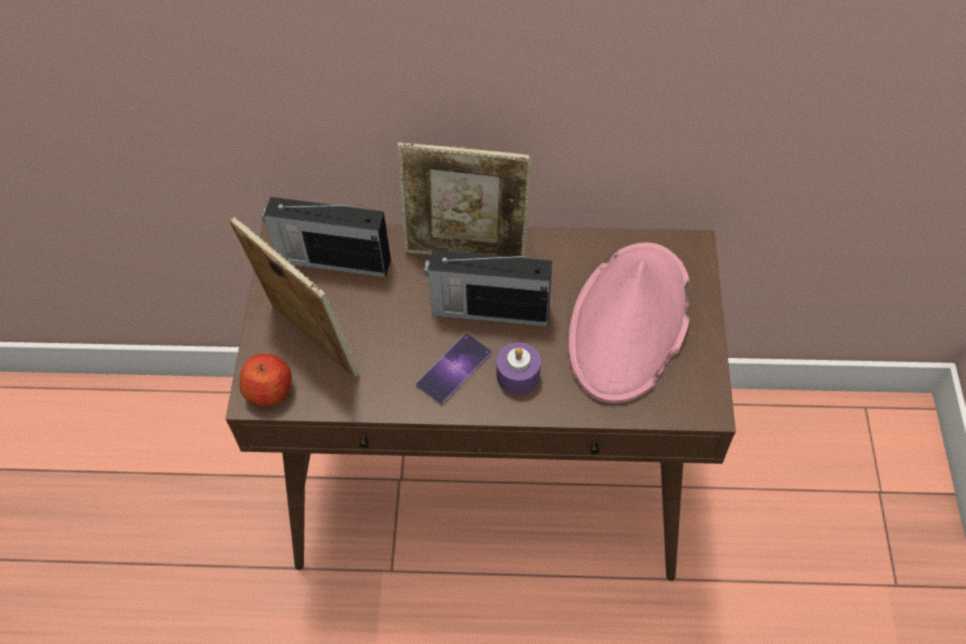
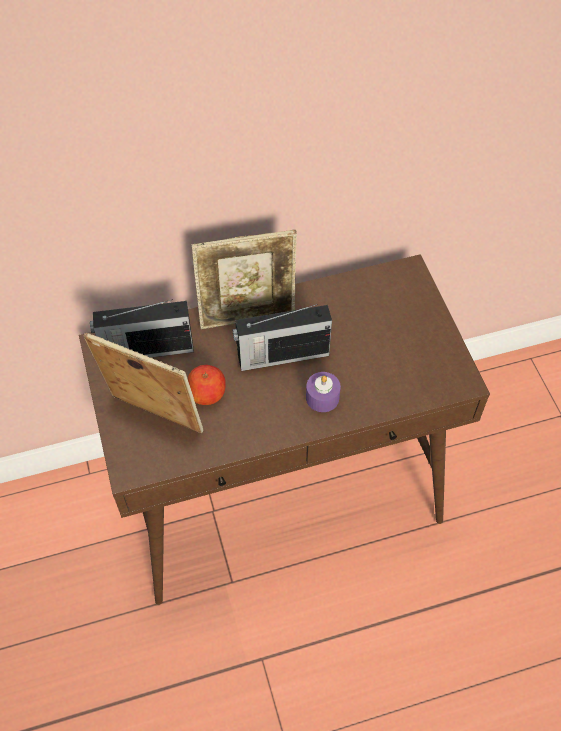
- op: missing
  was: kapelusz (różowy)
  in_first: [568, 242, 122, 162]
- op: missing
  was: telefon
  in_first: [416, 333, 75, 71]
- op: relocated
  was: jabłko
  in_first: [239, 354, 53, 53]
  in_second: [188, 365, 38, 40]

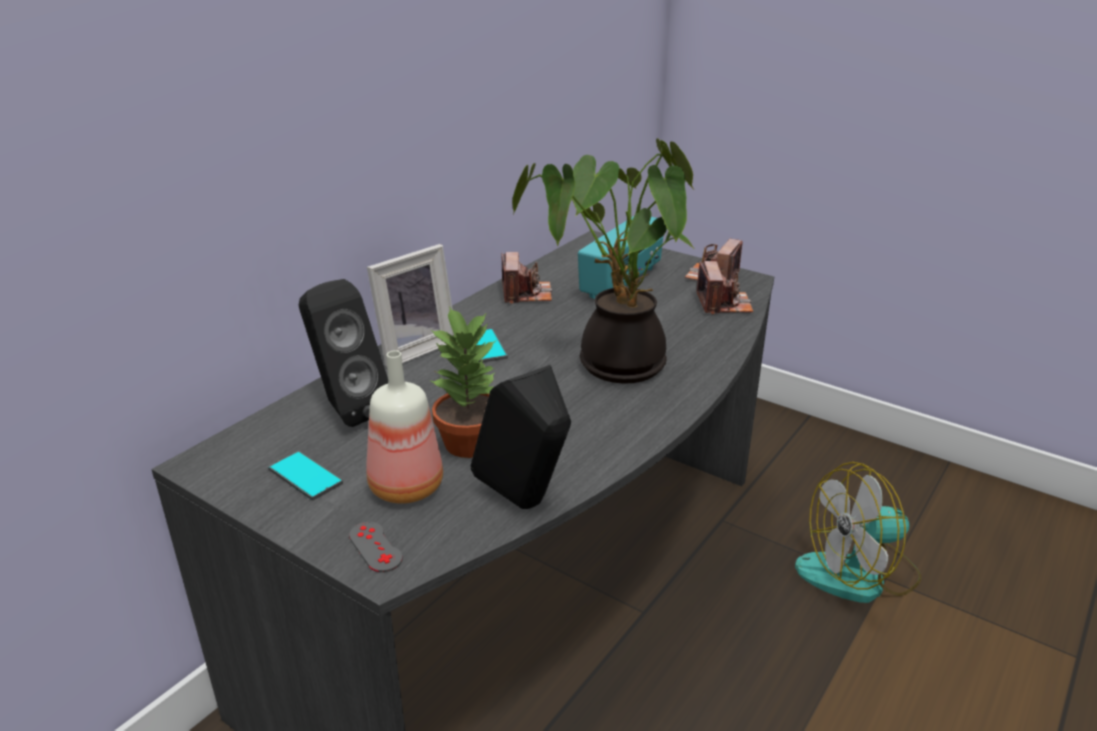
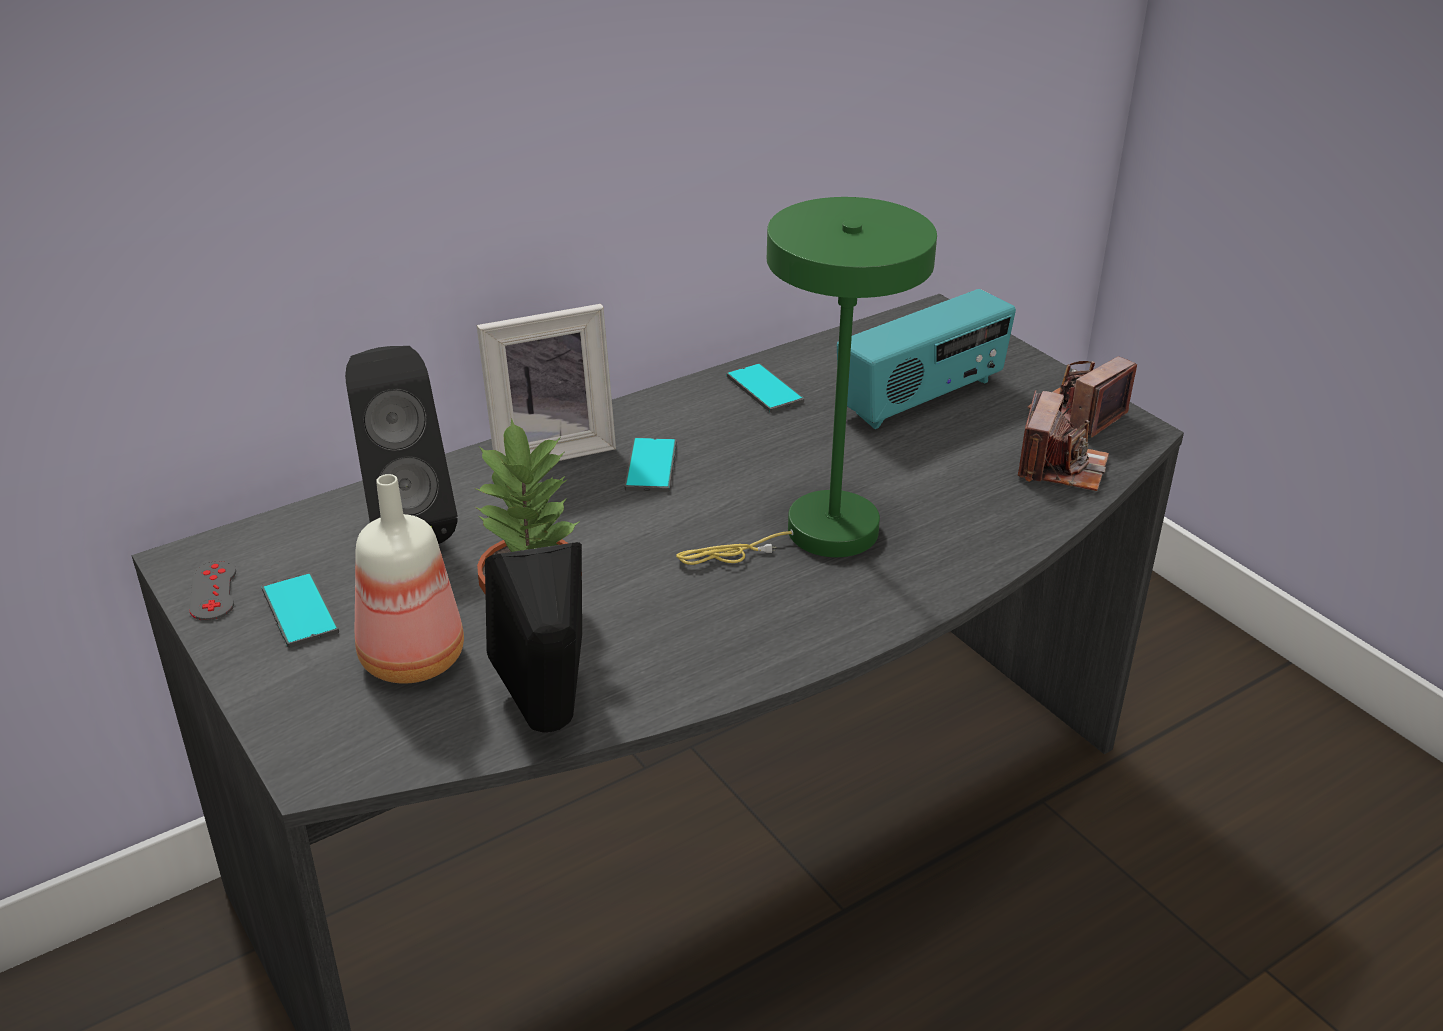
- op: exchanged
  was: roślina doniczkowa
  now: lampa stołowa (zielony)
  in_first: [512, 138, 184, 246]
  in_second: [676, 197, 261, 368]
- op: exchanged
  was: aparat fotograficzny
  now: telefon
  in_first: [501, 252, 51, 52]
  in_second: [727, 363, 77, 50]
- op: missing
  was: wentylator
  in_first: [795, 462, 126, 141]
- op: relocated
  was: pad do gier (szary)
  in_first: [349, 522, 54, 50]
  in_second: [189, 560, 47, 61]

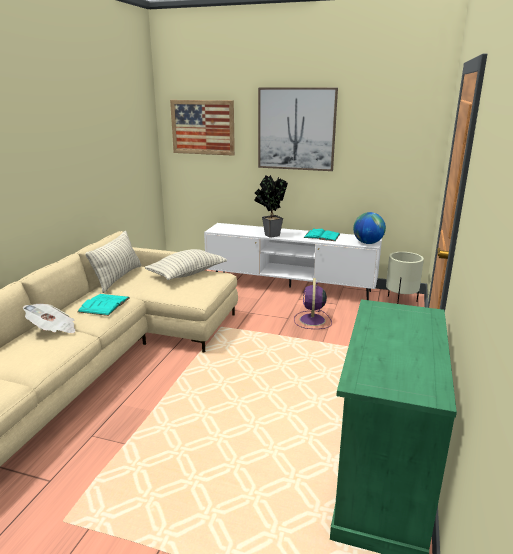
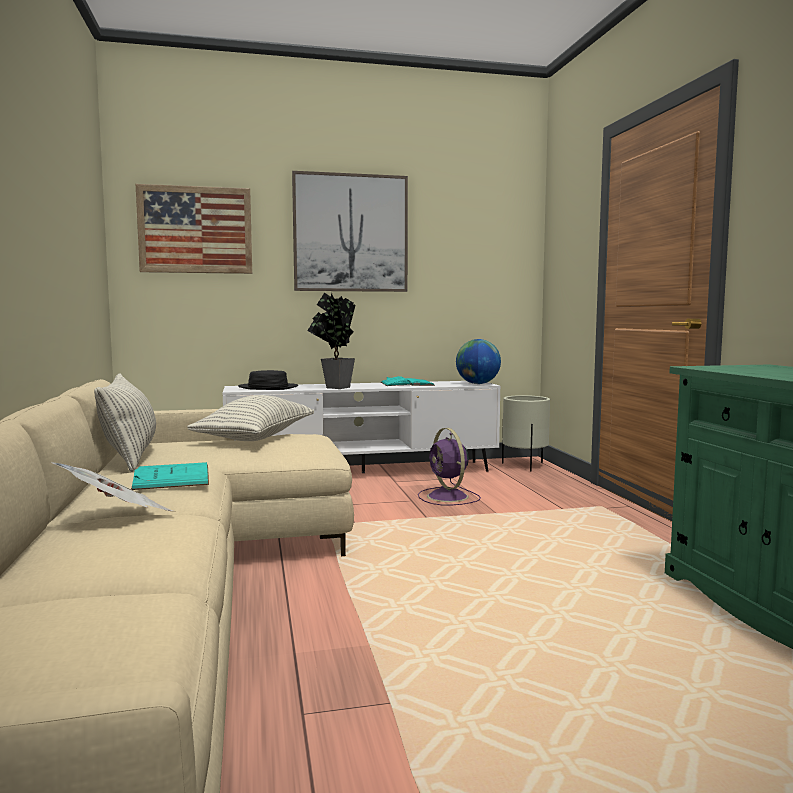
- op: appeared
  now: kapelusz (czarny)
  in_second: [238, 370, 60, 20]

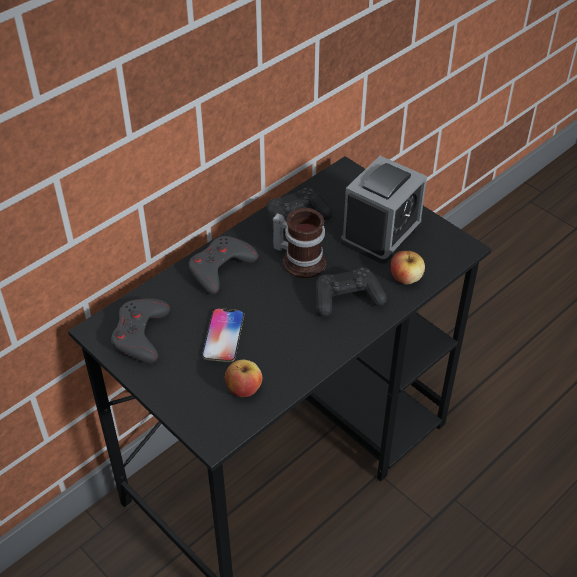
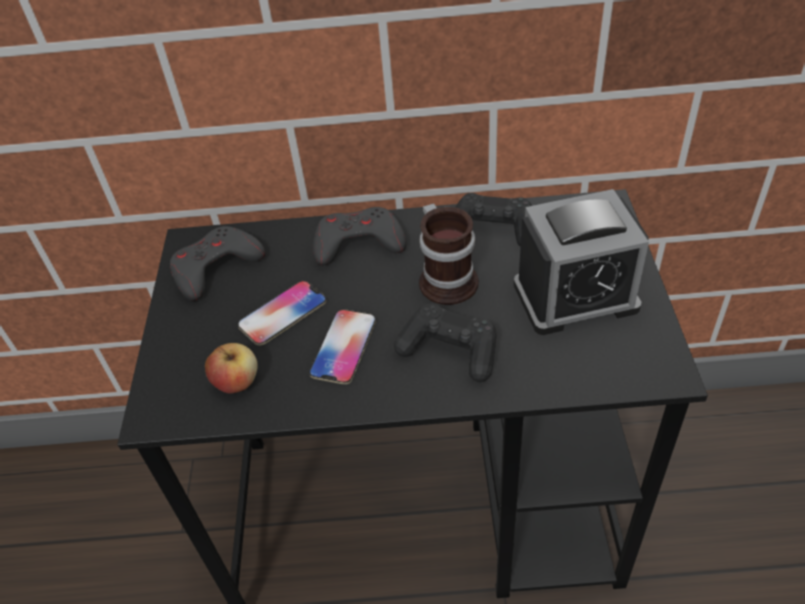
- op: missing
  was: jabłko
  in_first: [391, 250, 34, 34]
- op: appeared
  now: telefon
  in_second: [309, 309, 67, 75]

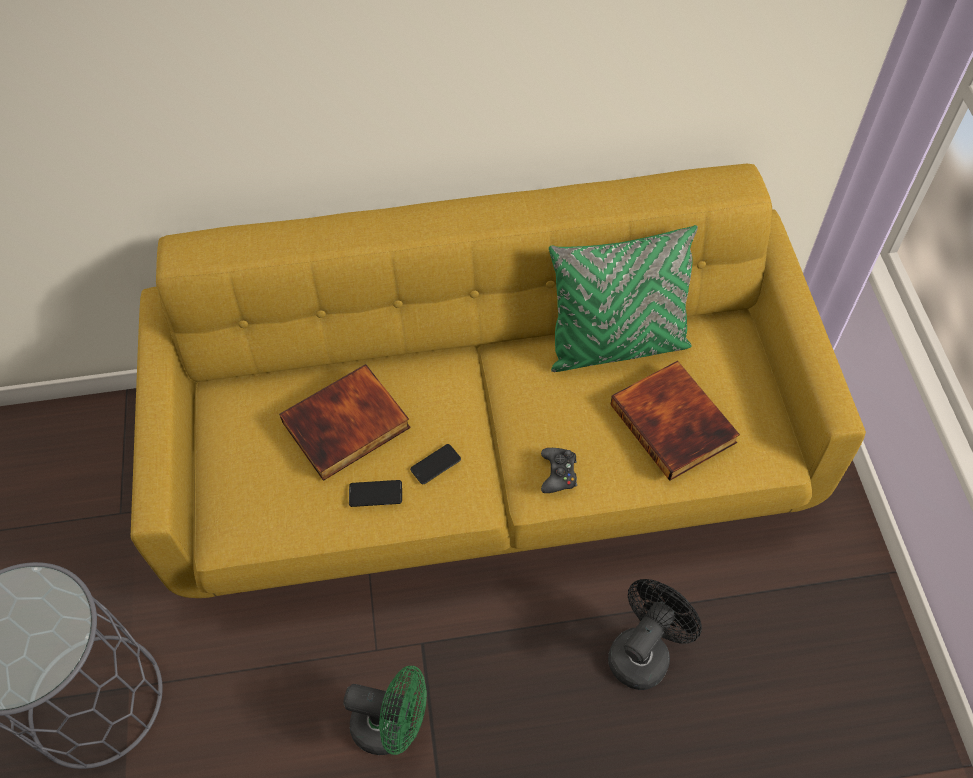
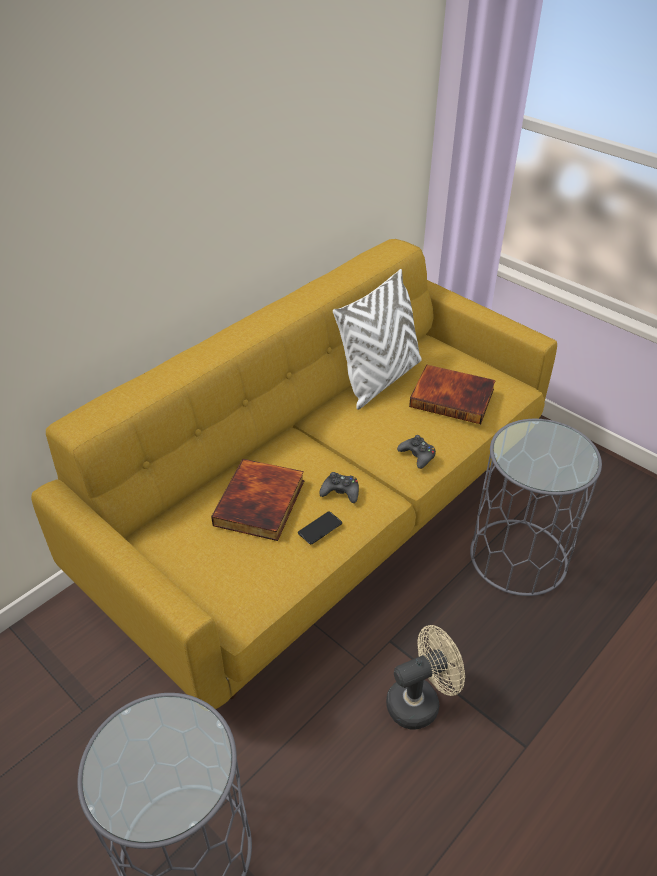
- op: colour
  was: poduszka (zielony)
  now: poduszka (biały)
  in_first: [549, 225, 149, 147]
  in_second: [333, 269, 89, 141]
- op: exchanged
  was: telefon
  now: pad do gier (czarny)
  in_first: [410, 444, 51, 40]
  in_second: [319, 472, 40, 31]
- op: exchanged
  was: wentylator (czarny)
  now: stolik (szary)
  in_first: [608, 579, 94, 111]
  in_second: [470, 419, 132, 177]
- op: colour
  was: wentylator (zielony)
  now: wentylator (beżowy)
  in_first: [343, 666, 84, 89]
  in_second: [386, 625, 79, 105]

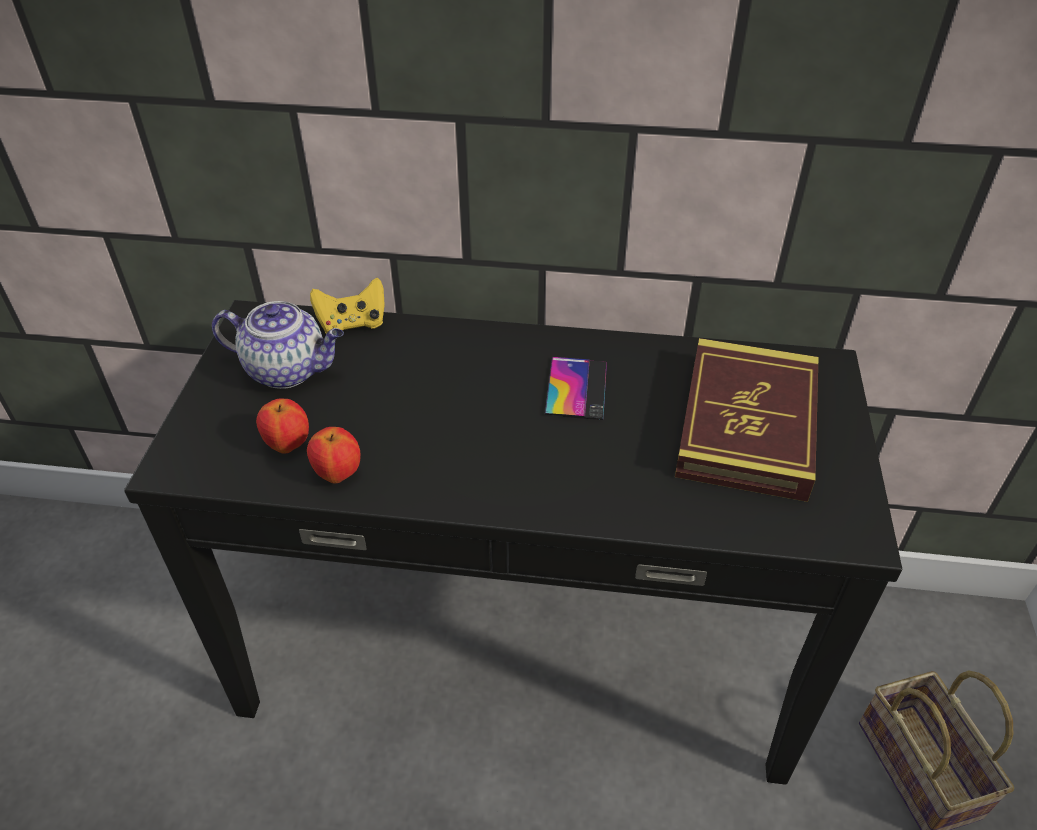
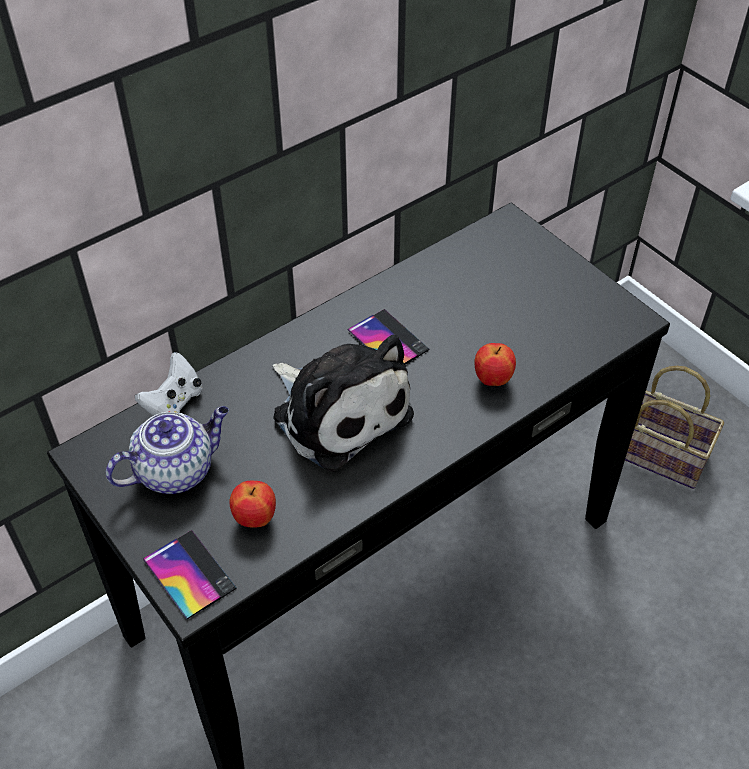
- op: colour
  was: pad do gier (żółty)
  now: pad do gier (biały)
  in_first: [310, 278, 75, 56]
  in_second: [135, 352, 67, 64]
- op: missing
  was: książka
  in_first: [675, 338, 144, 164]
- op: relocated
  was: jabłko
  in_first: [307, 427, 53, 57]
  in_second: [475, 343, 41, 43]
- op: appeared
  now: pluszak
  in_second: [273, 334, 141, 138]
- op: appeared
  now: telefon
  in_second: [143, 530, 94, 89]

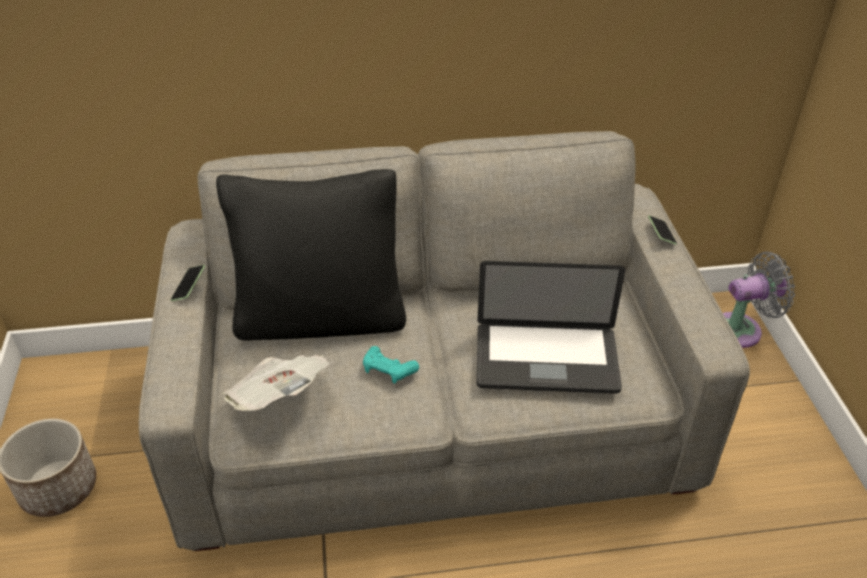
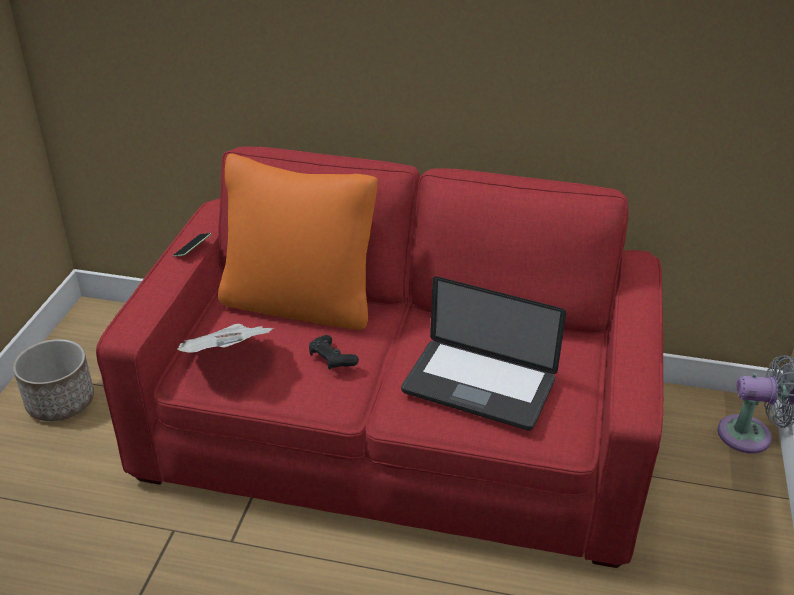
- op: colour
  was: kanapa (szary)
  now: kanapa (czerwony)
  in_first: [139, 131, 611, 420]
  in_second: [96, 146, 567, 422]
- op: colour
  was: poduszka (czarny)
  now: poduszka (pomarańczowy)
  in_first: [216, 169, 190, 172]
  in_second: [218, 154, 160, 176]
- op: missing
  was: telefon
  in_first: [648, 216, 29, 29]
- op: colour
  was: pad do gier (turkusowy)
  now: pad do gier (czarny)
  in_first: [363, 346, 56, 38]
  in_second: [309, 335, 50, 35]

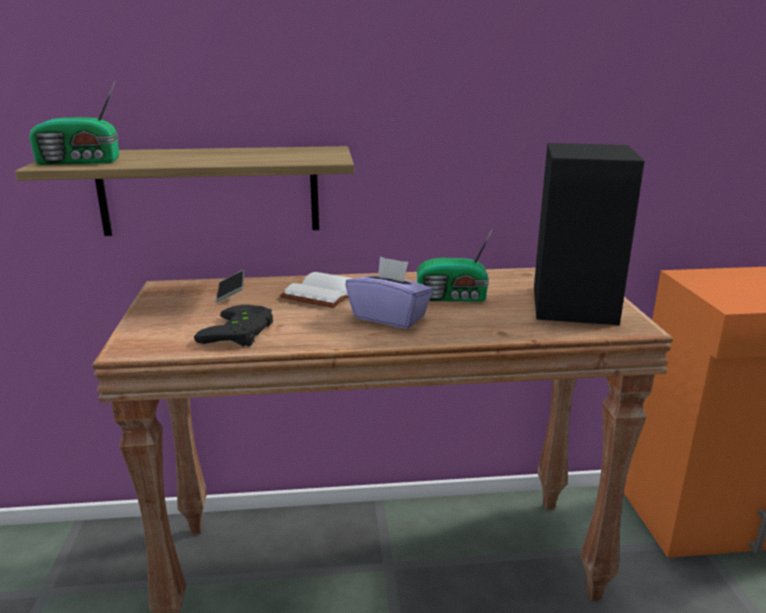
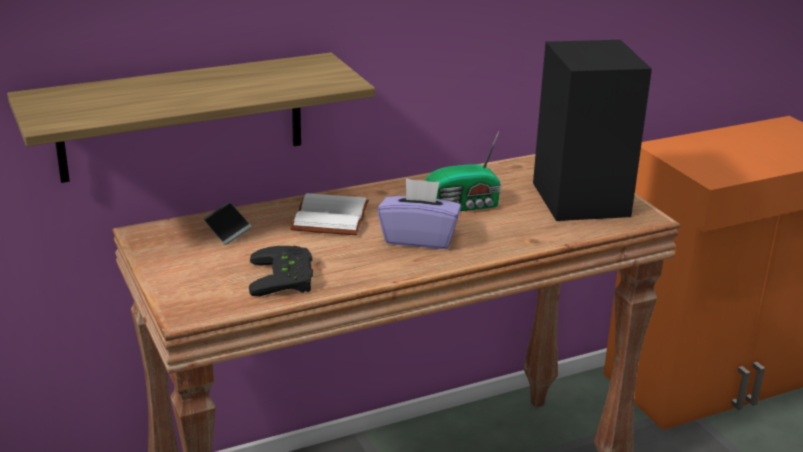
- op: missing
  was: radio
  in_first: [29, 81, 90, 84]

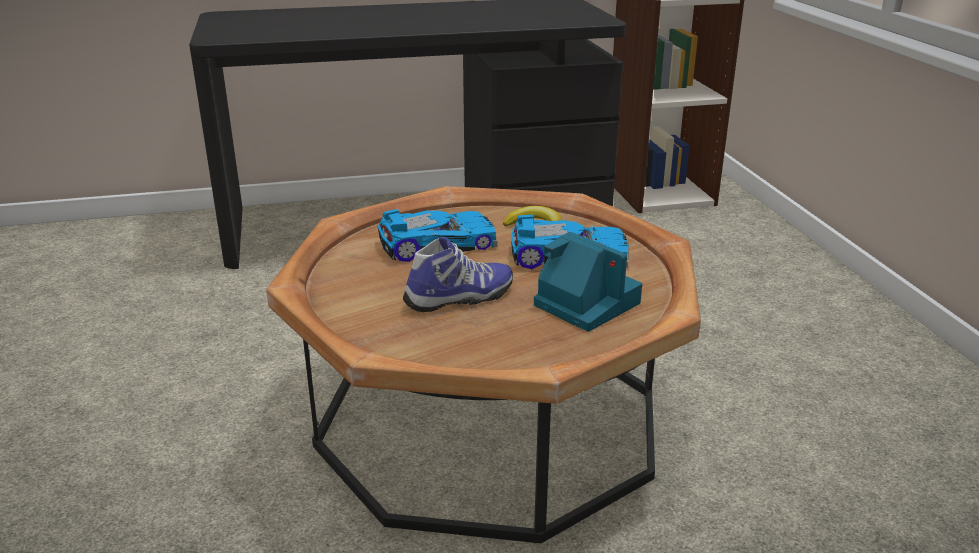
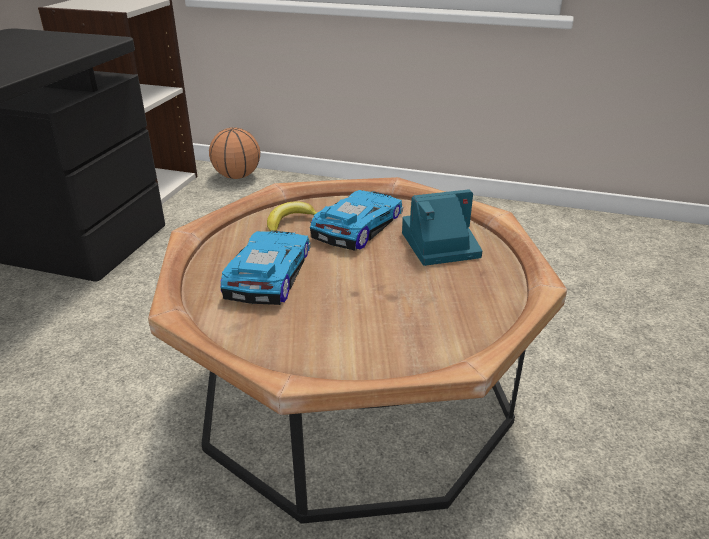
- op: missing
  was: but
  in_first: [403, 237, 110, 75]
- op: appeared
  now: piłka do koszykówki
  in_second: [209, 127, 51, 52]

